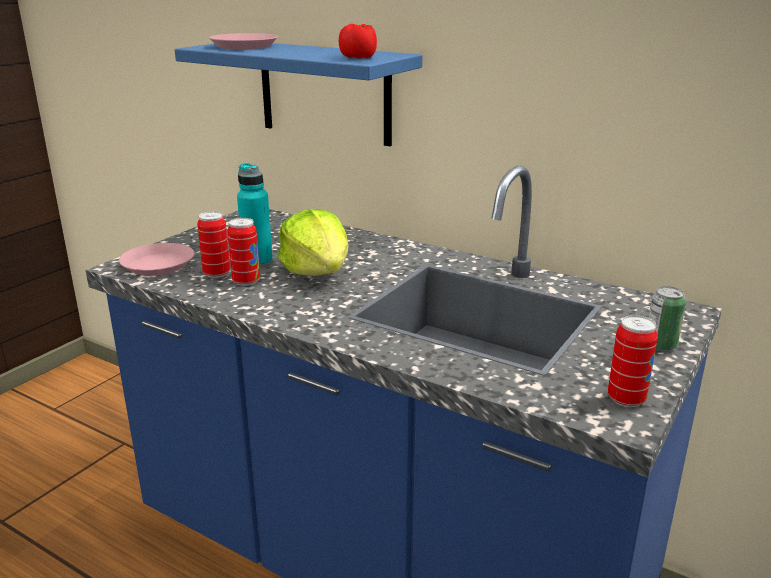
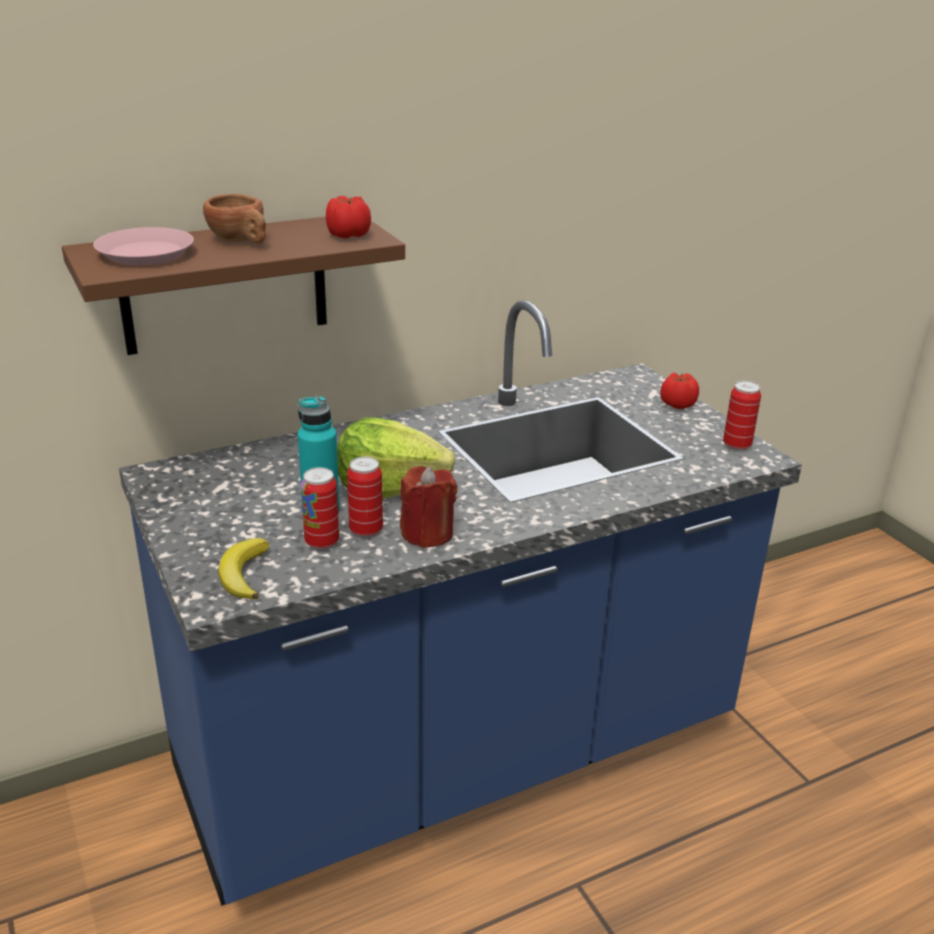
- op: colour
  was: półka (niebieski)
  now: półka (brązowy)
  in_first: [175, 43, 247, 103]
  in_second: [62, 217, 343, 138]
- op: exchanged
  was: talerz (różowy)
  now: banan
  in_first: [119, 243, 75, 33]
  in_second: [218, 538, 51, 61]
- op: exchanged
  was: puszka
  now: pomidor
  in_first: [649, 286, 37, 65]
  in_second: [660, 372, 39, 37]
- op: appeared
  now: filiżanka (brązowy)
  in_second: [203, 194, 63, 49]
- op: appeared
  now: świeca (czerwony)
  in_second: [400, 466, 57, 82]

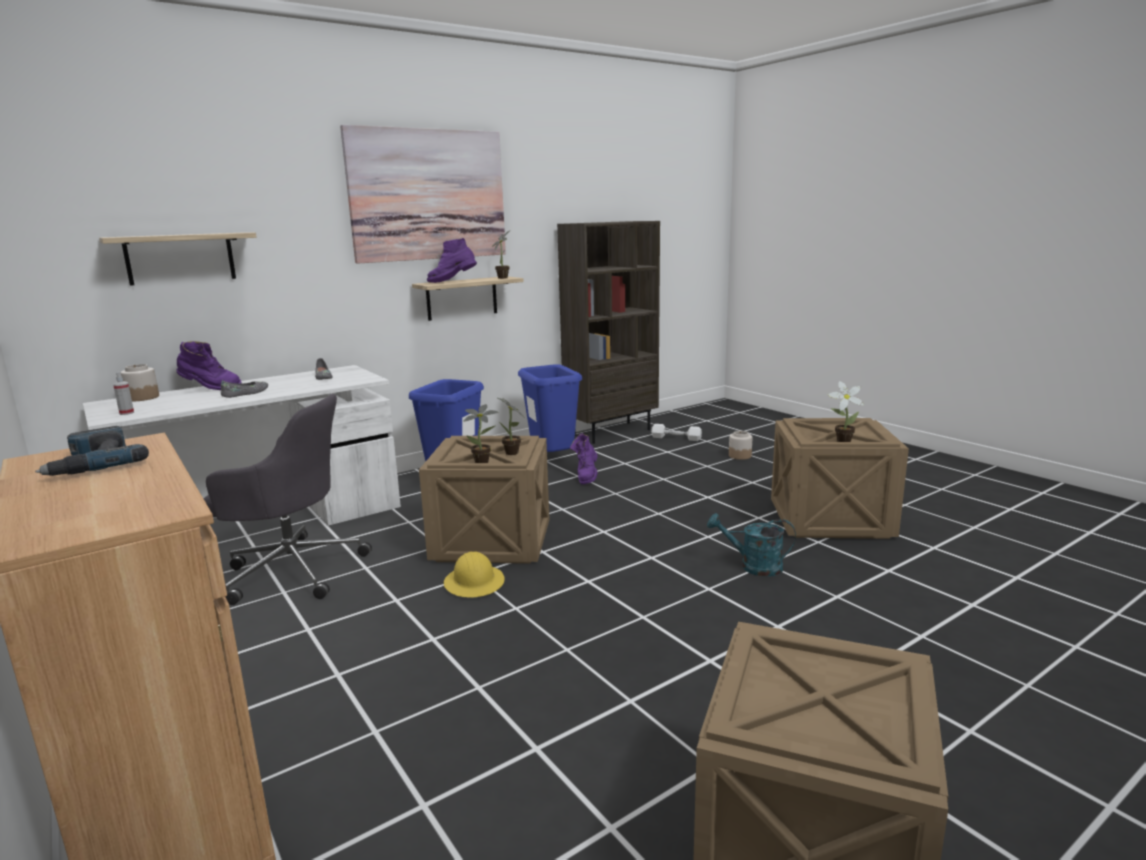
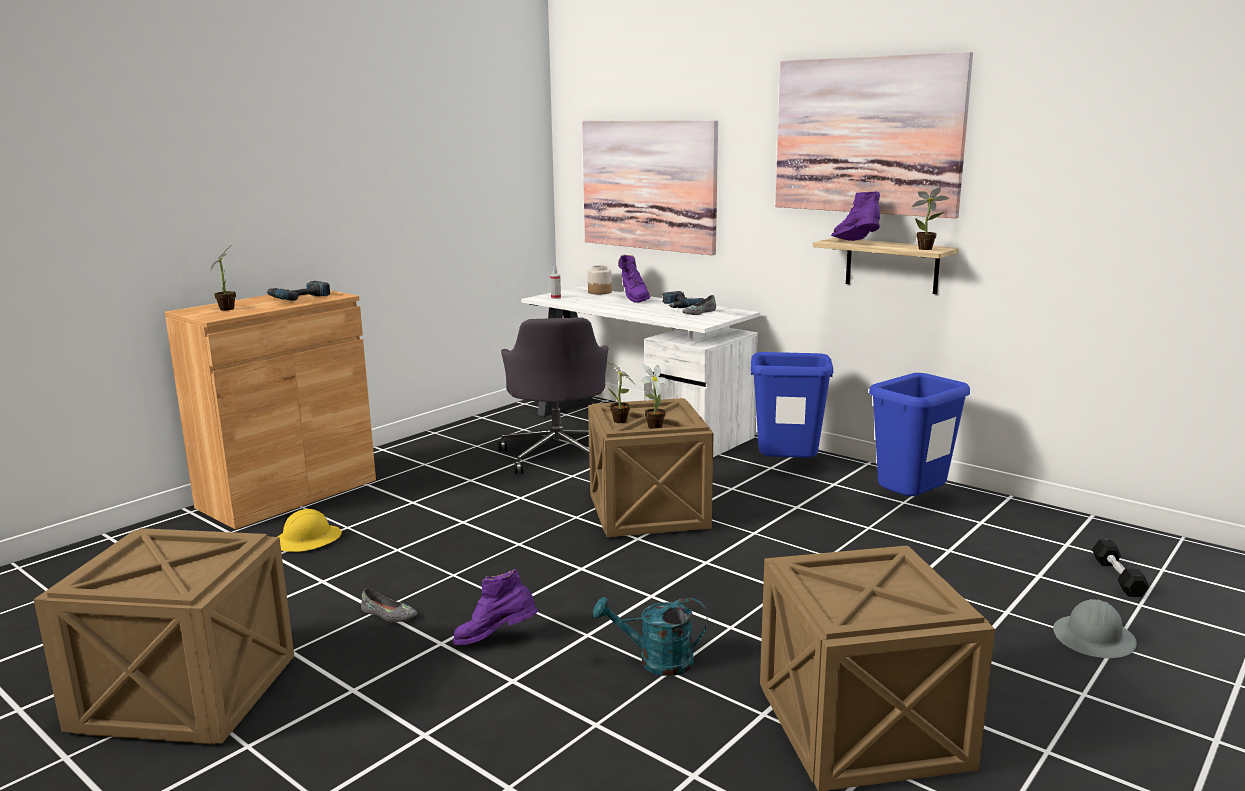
- op: missing
  was: regał (brązowy)
  in_first: [557, 221, 103, 223]
- op: exchanged
  was: półka
  now: obraz
  in_first: [99, 232, 158, 54]
  in_second: [582, 120, 136, 135]
- op: relocated
  was: but (szary)
  in_first: [221, 380, 47, 18]
  in_second: [361, 588, 56, 34]
- op: relocated
  was: roślina doniczkowa
  in_first: [828, 381, 36, 61]
  in_second: [211, 245, 25, 66]
- op: colour
  was: hantel (biały)
  now: hantel (czarny)
  in_first: [651, 424, 51, 17]
  in_second: [1092, 539, 57, 58]
- op: exchanged
  was: słoik
  now: kask (szary)
  in_first: [729, 431, 23, 29]
  in_second: [1053, 599, 84, 59]
- op: relocated
  was: but z cholewką (fioletowy)
  in_first: [570, 433, 28, 51]
  in_second: [453, 569, 85, 76]
- op: spun
  was: konewka (turkusowy)
  in_first: [707, 513, 89, 64]
  in_second: [593, 597, 115, 79]
  clockwise: -90
- op: relocated
  was: kask (żółty)
  in_first: [444, 551, 60, 47]
  in_second: [278, 509, 64, 43]
- op: appeared
  now: wiertarka
  in_second: [662, 291, 42, 17]

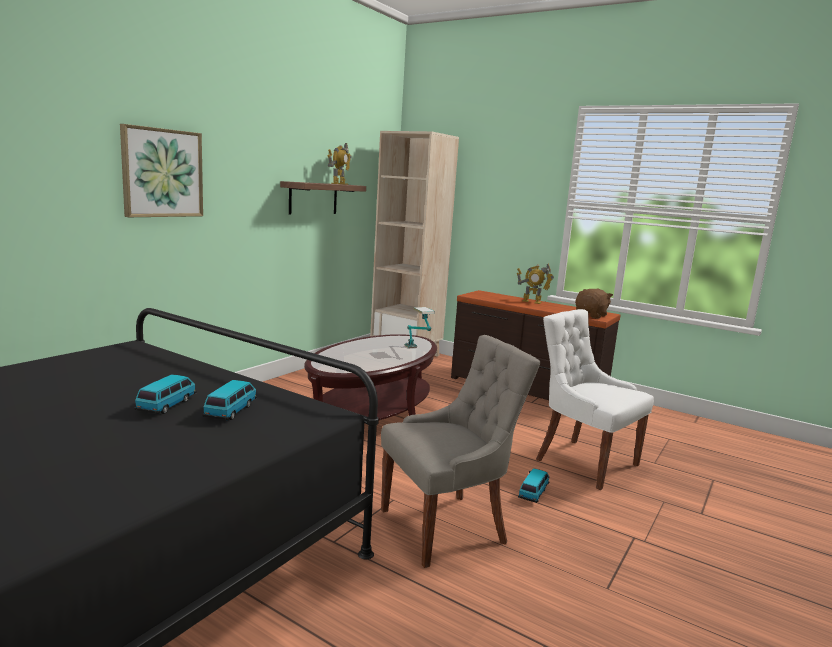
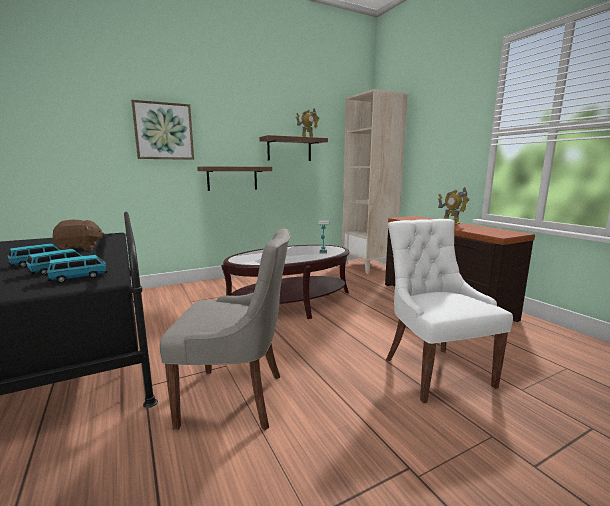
- op: relocated
  was: pluszak (brązowy)
  in_first: [575, 289, 38, 29]
  in_second: [53, 220, 52, 31]
- op: relocated
  was: samochodzik
  in_first: [518, 468, 31, 35]
  in_second: [47, 255, 61, 28]
- op: appeared
  now: półka
  in_second: [197, 166, 75, 25]

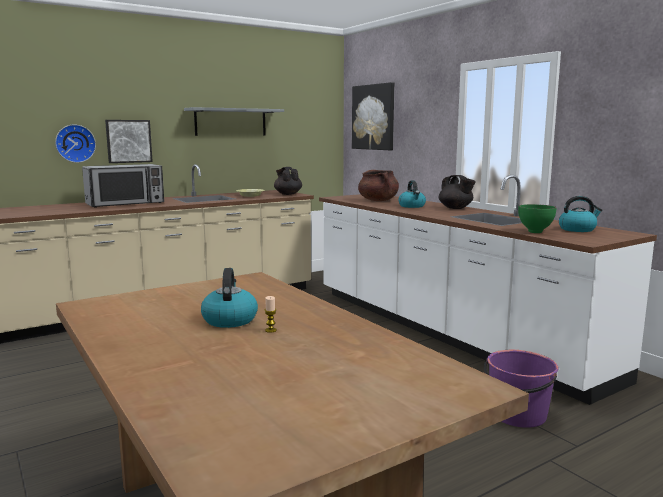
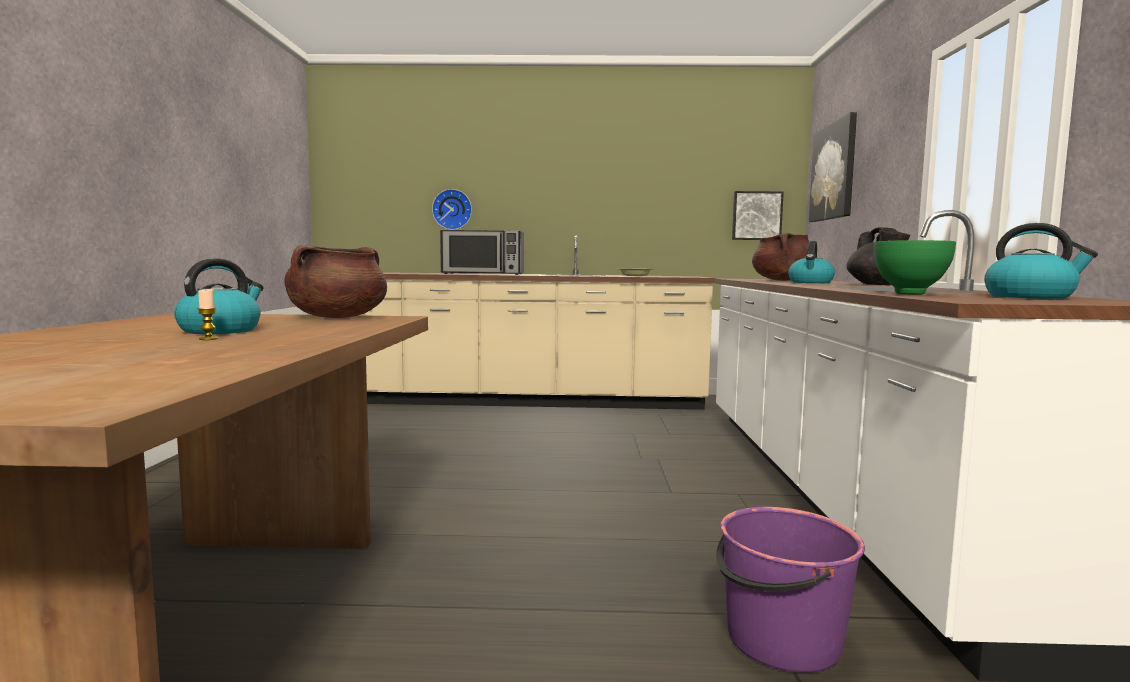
- op: missing
  was: półka (szary)
  in_first: [184, 107, 100, 29]
- op: relocated
  was: obraz
  in_first: [105, 120, 48, 43]
  in_second: [732, 191, 52, 49]
- op: missing
  was: imbryk (czarny)
  in_first: [274, 167, 28, 28]
- op: appeared
  now: garnek (brązowy)
  in_second: [284, 245, 103, 73]

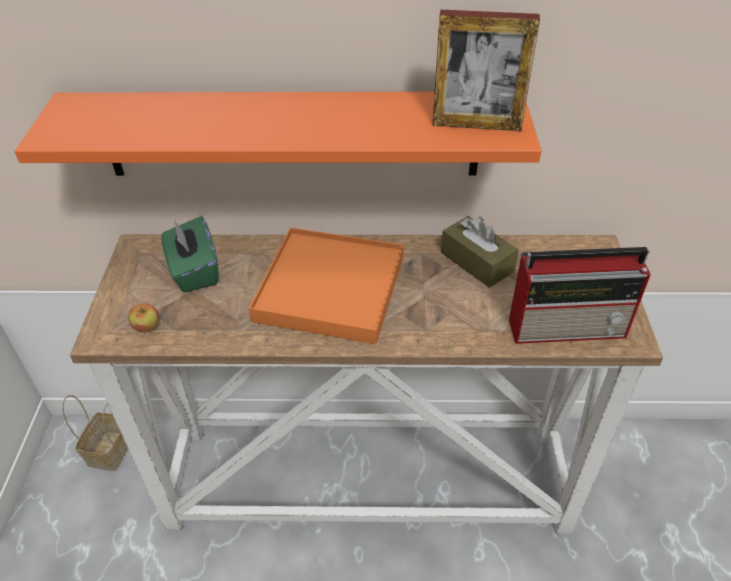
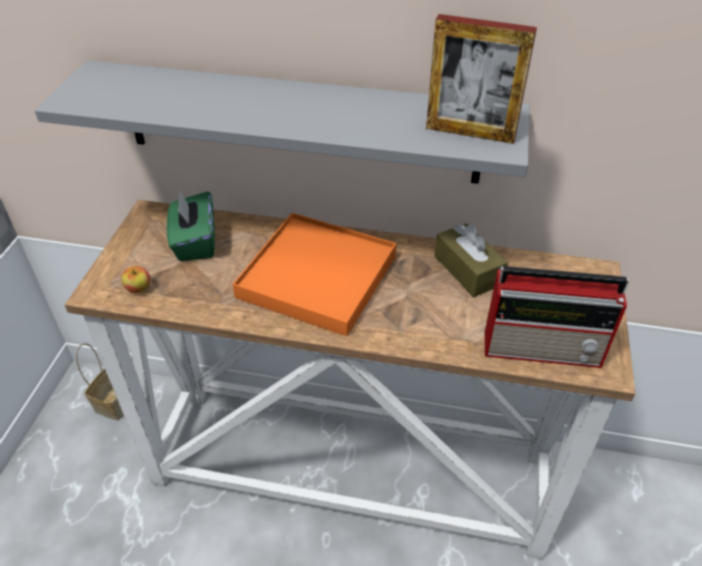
- op: colour
  was: półka (pomarańczowy)
  now: półka (szary)
  in_first: [15, 92, 526, 84]
  in_second: [34, 60, 496, 124]

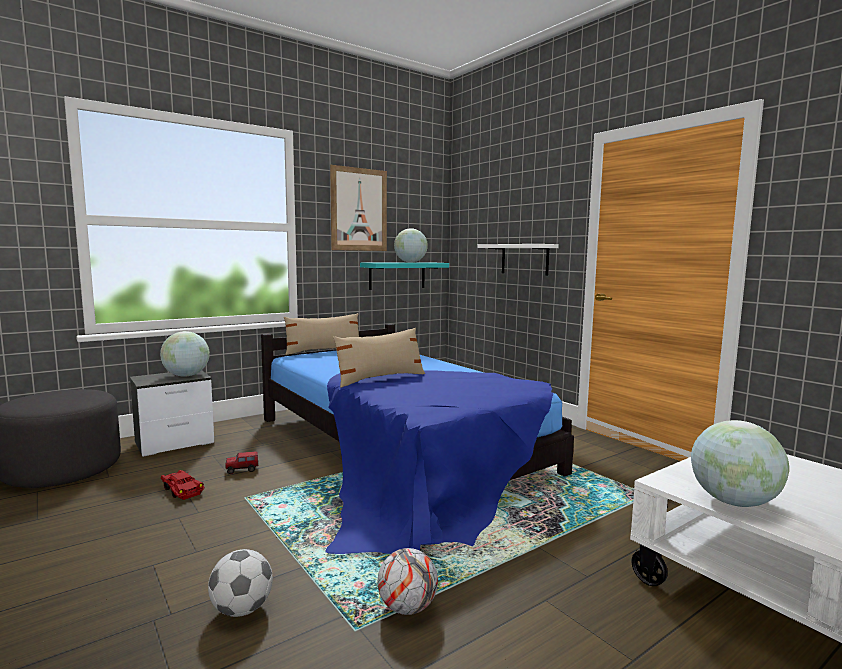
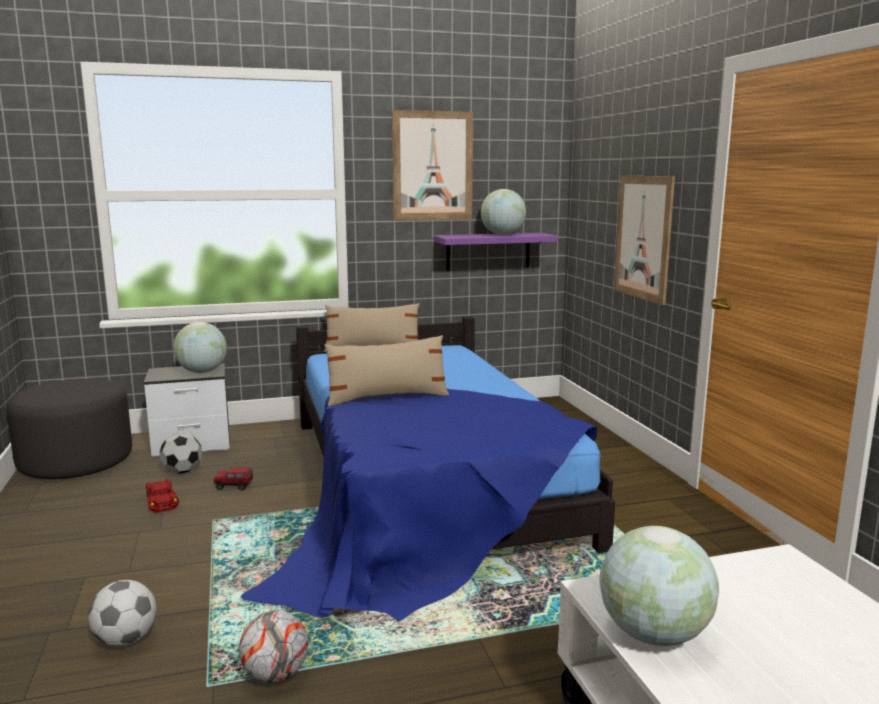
- op: exchanged
  was: półka (biały)
  now: obraz
  in_first: [477, 244, 82, 32]
  in_second: [614, 176, 61, 129]
- op: colour
  was: półka (turkusowy)
  now: półka (fioletowy)
  in_first: [360, 262, 89, 28]
  in_second: [434, 233, 124, 38]
- op: appeared
  now: piłka futbolowa
  in_second: [159, 433, 43, 41]

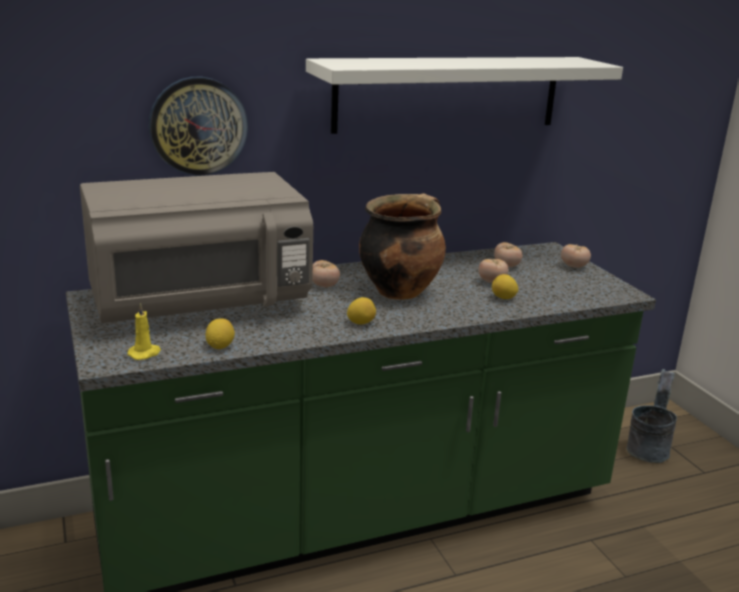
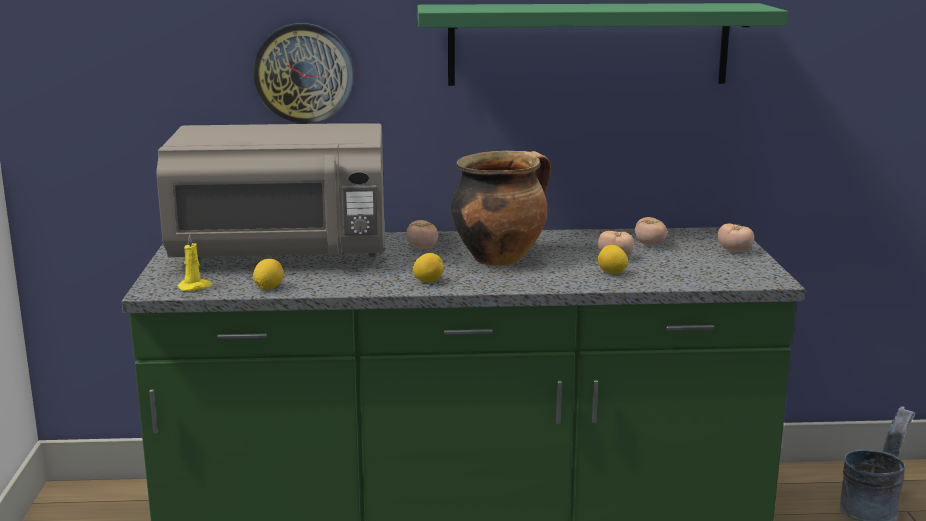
- op: colour
  was: półka (biały)
  now: półka (zielony)
  in_first: [306, 57, 317, 77]
  in_second: [417, 3, 371, 83]

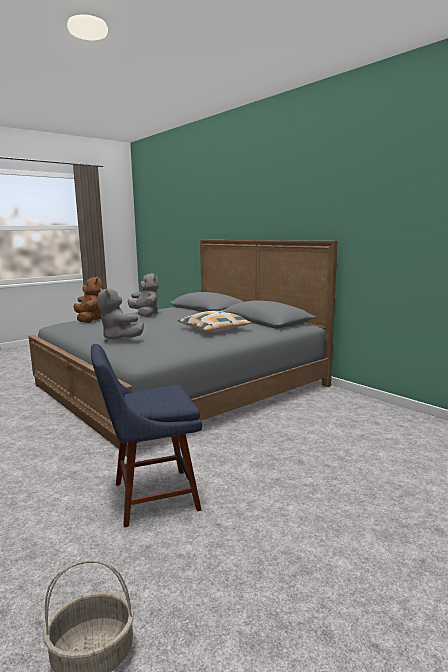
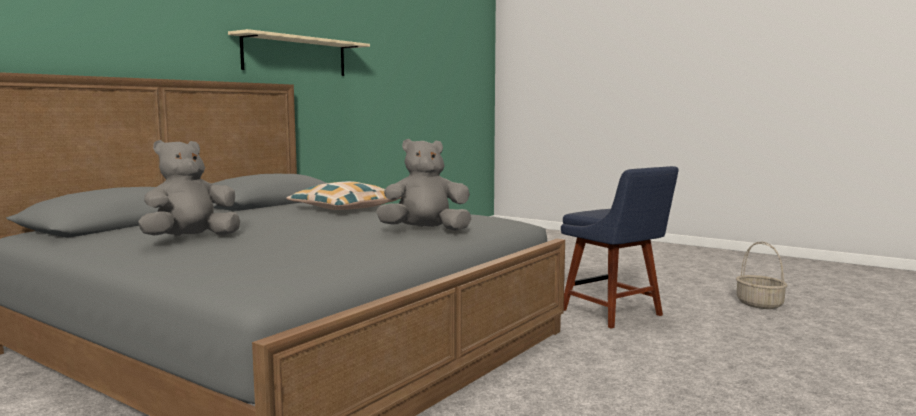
- op: missing
  was: pluszak (brązowy)
  in_first: [74, 276, 29, 47]
- op: spun
  was: pluszak (szary)
  in_first: [98, 288, 46, 54]
  in_second: [376, 139, 95, 92]
  clockwise: -135
- op: appeared
  now: półka (beżowy)
  in_second: [228, 29, 142, 47]

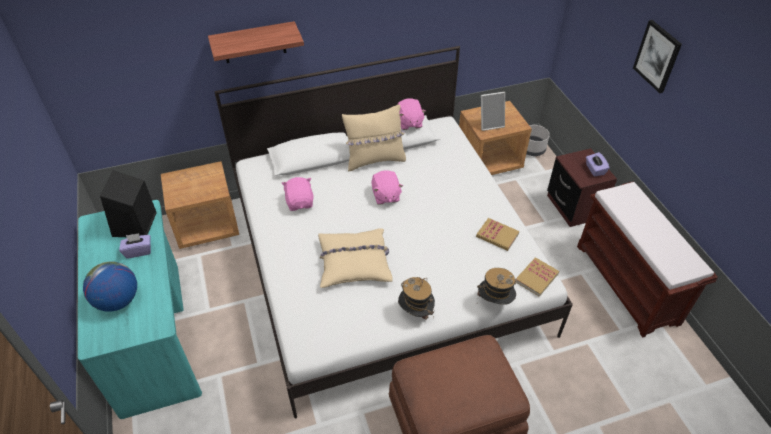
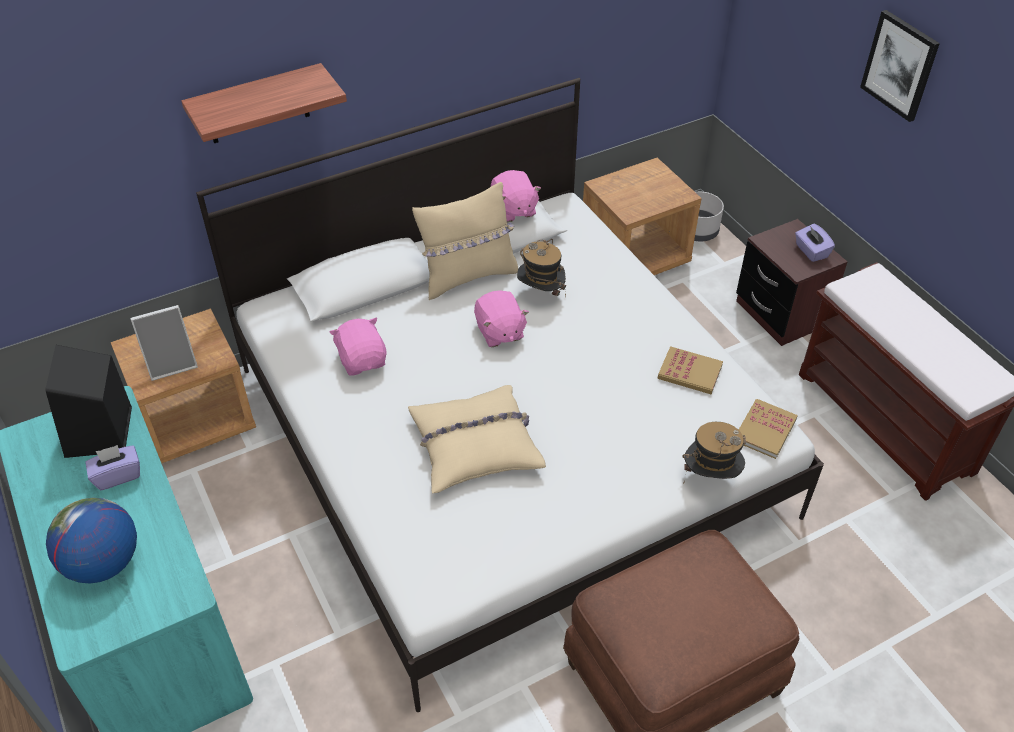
- op: relocated
  was: ramka na zdjęcie
  in_first: [481, 92, 24, 39]
  in_second: [130, 305, 68, 76]
- op: relocated
  was: kapelusz
  in_first: [398, 277, 37, 43]
  in_second: [517, 239, 49, 57]

